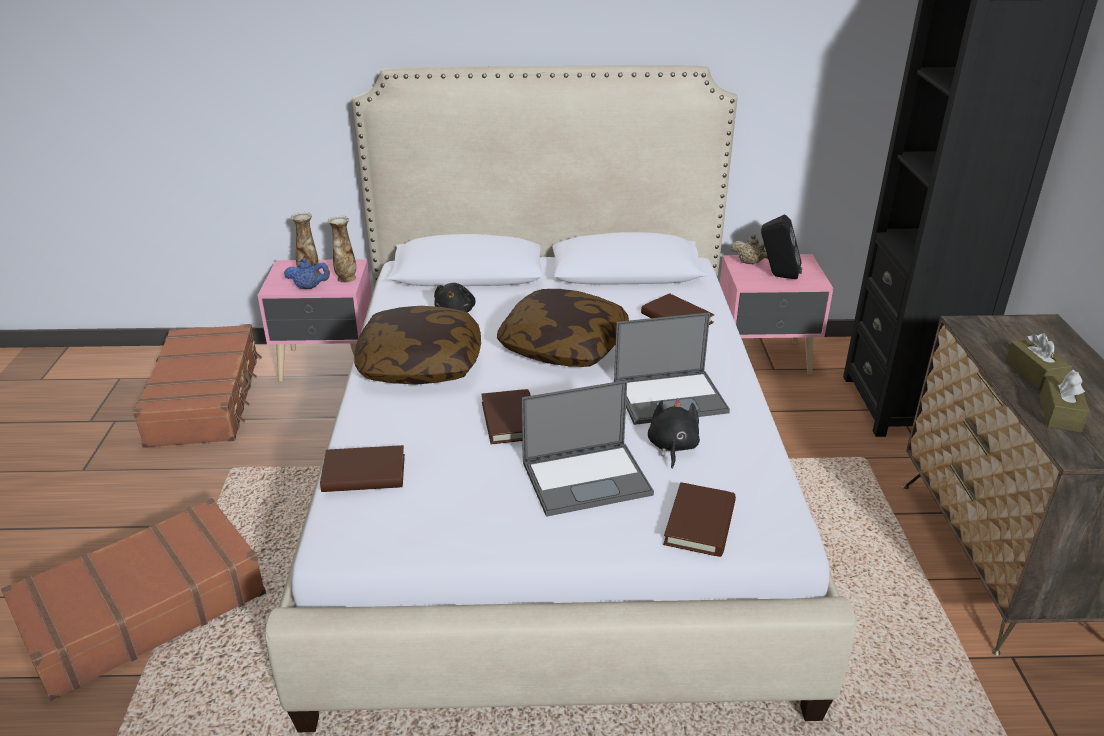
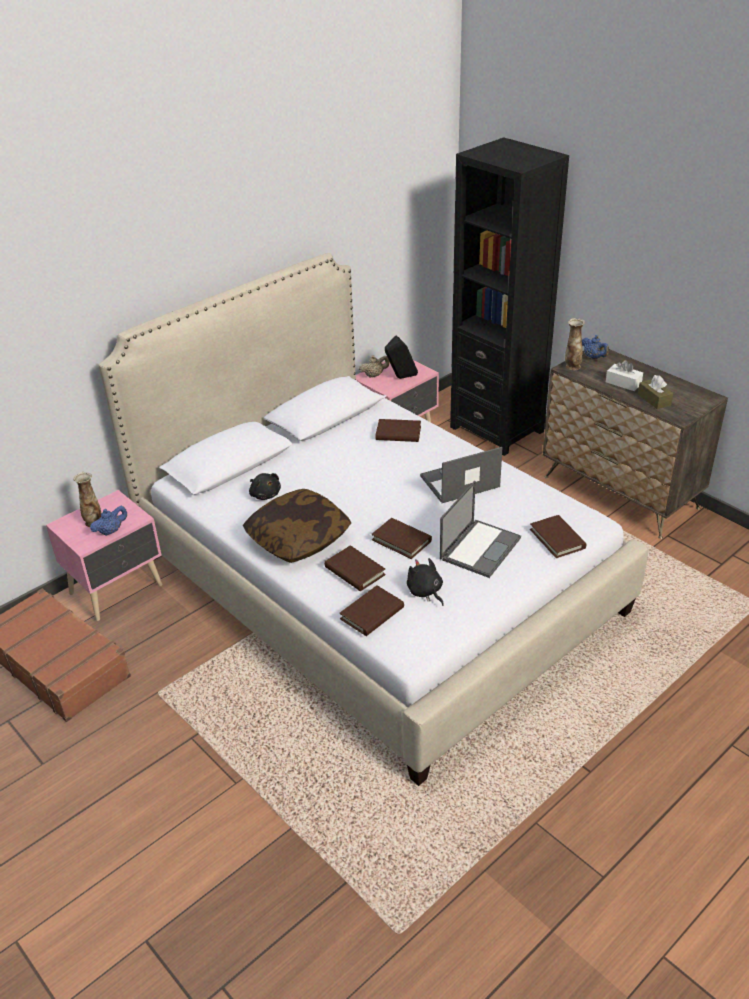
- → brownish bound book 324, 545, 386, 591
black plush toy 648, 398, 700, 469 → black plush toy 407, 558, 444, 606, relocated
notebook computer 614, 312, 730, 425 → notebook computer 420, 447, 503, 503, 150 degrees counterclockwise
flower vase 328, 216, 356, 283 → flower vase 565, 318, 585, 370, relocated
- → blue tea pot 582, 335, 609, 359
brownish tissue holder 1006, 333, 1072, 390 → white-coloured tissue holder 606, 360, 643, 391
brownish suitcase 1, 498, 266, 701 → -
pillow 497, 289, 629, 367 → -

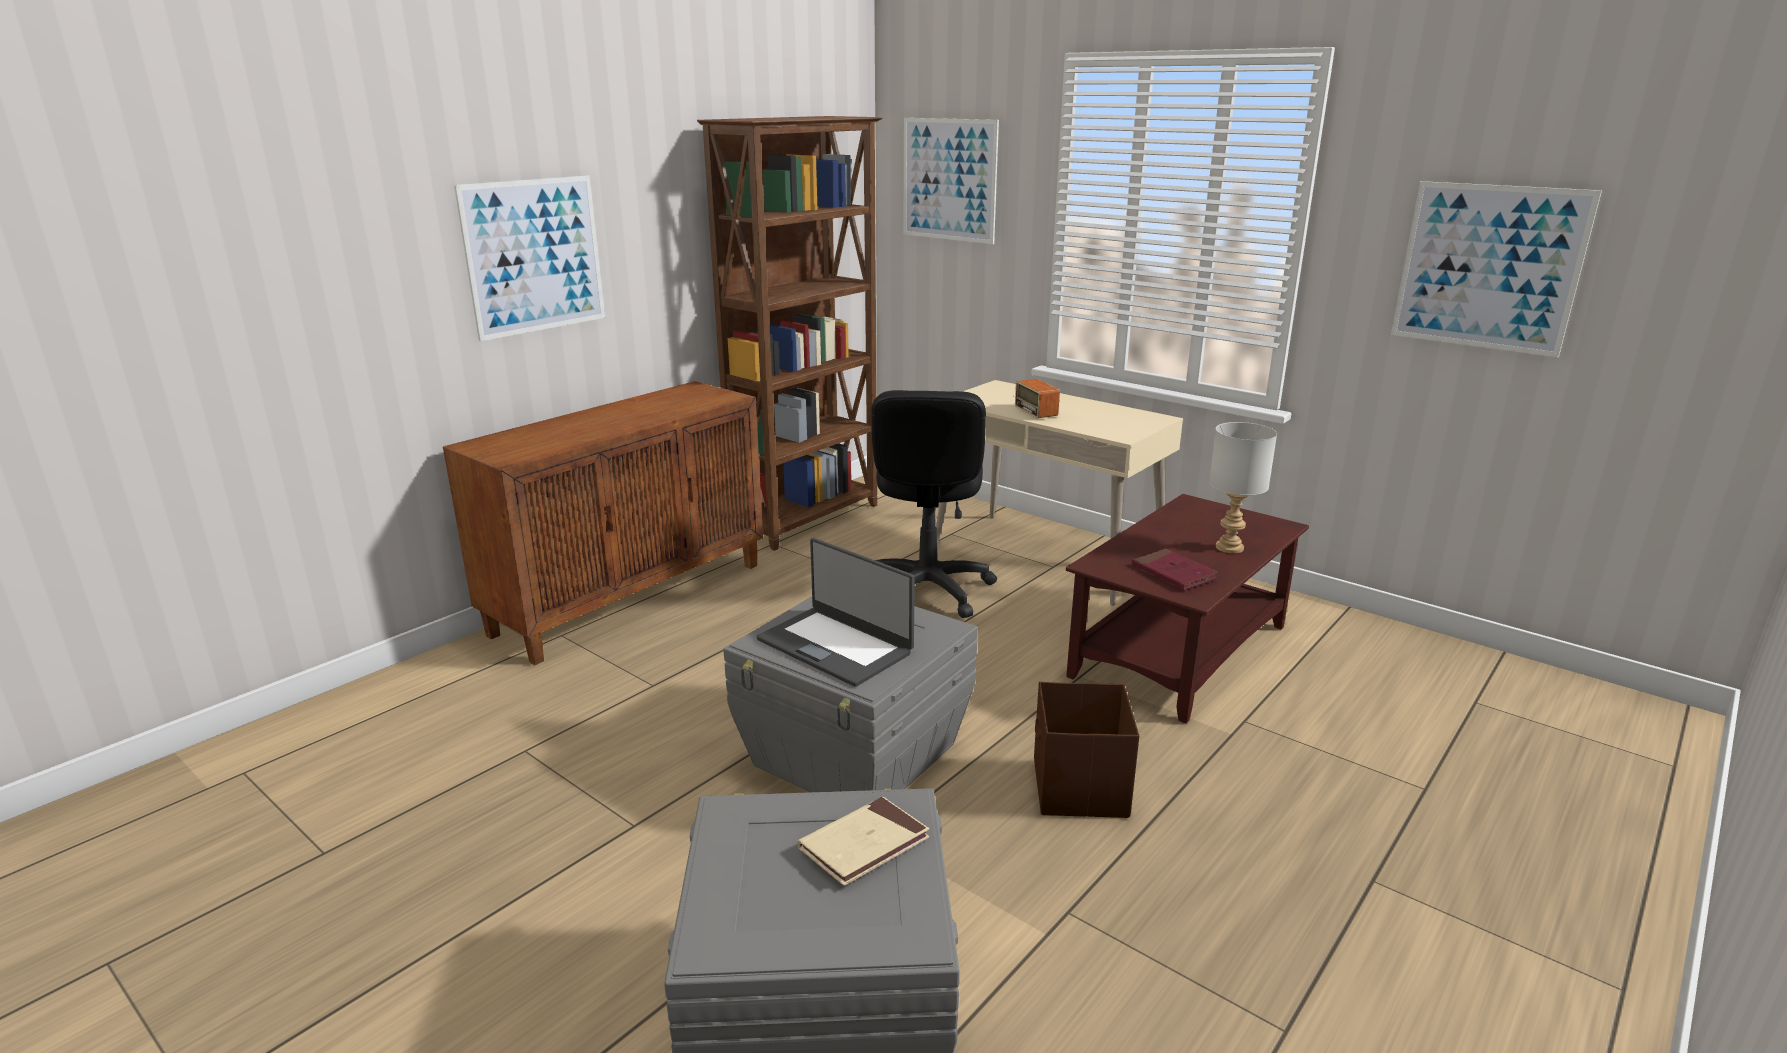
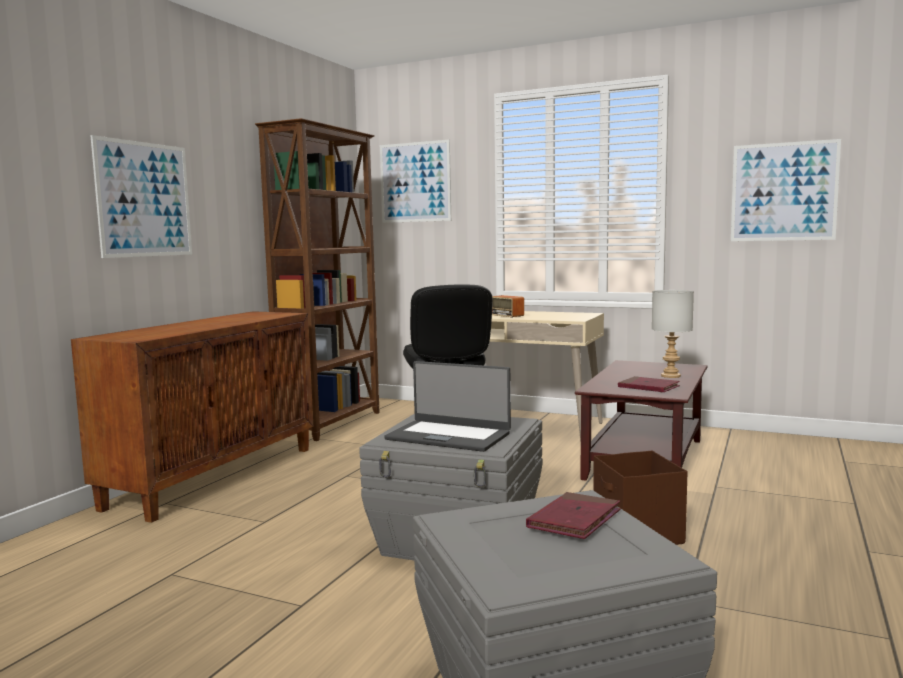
beige-coloured bound book 798, 797, 929, 886 → red-coloured bound book 526, 492, 621, 539

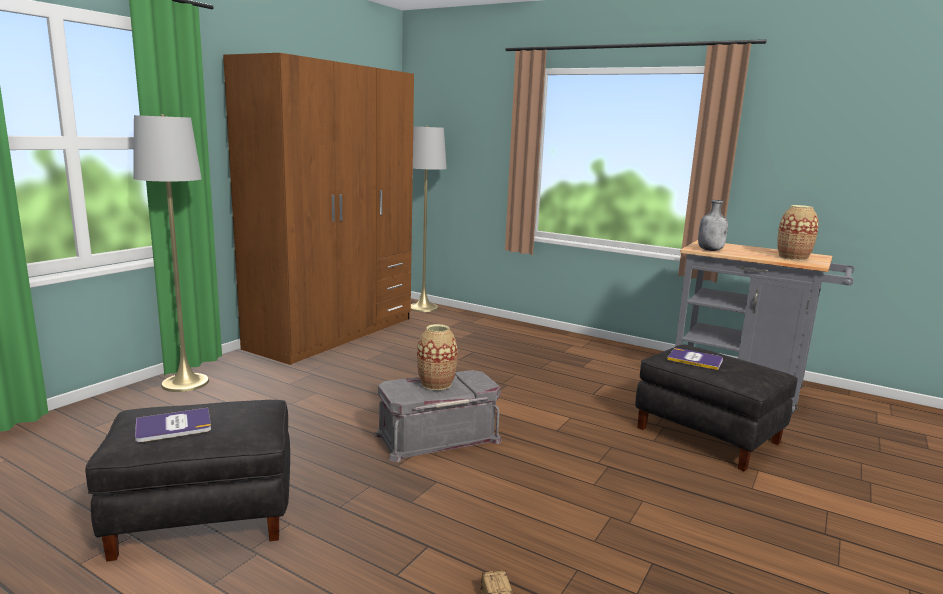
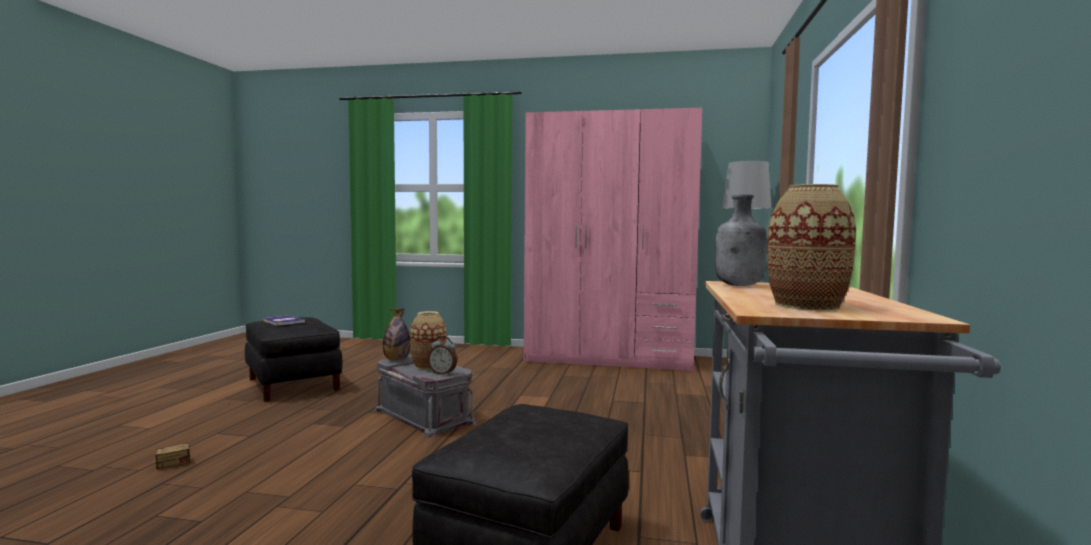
- → drink bottle 383, 309, 410, 361
- → bedside clock 428, 336, 457, 375
brownish armoire 223, 53, 414, 365 → pink armoire 524, 108, 702, 371
grey standing lamp 133, 114, 209, 392 → -
bound book 667, 348, 723, 370 → -

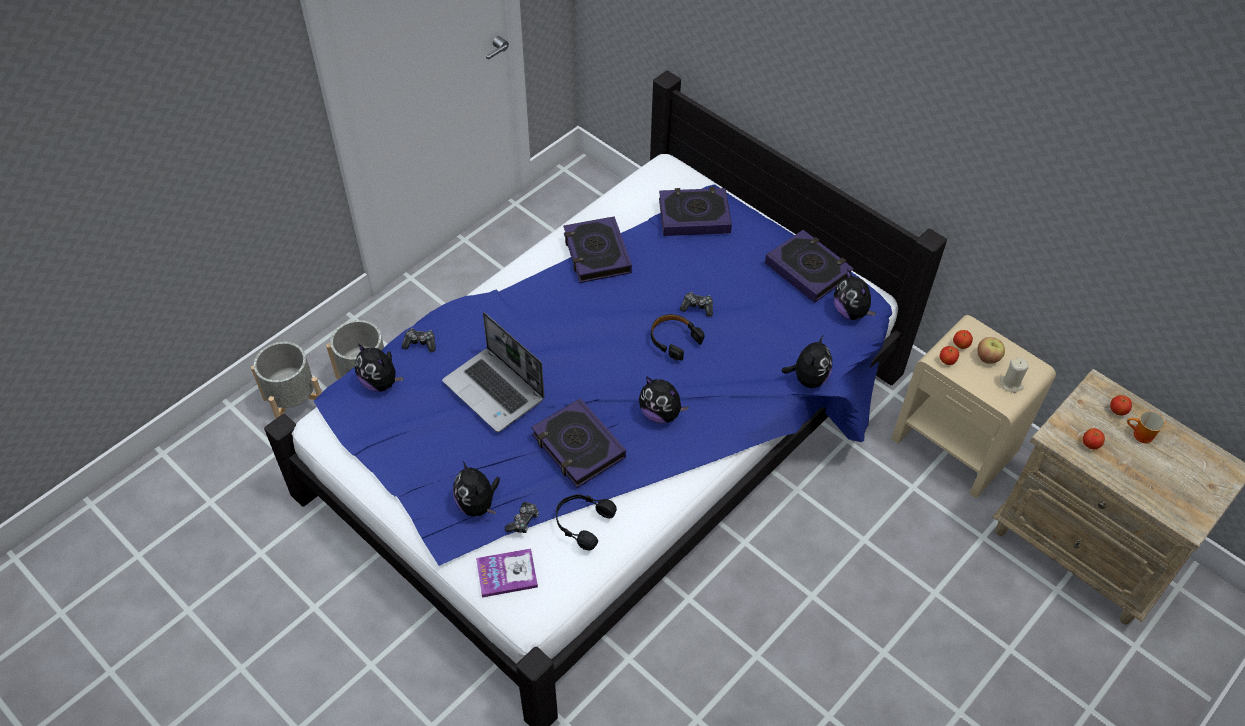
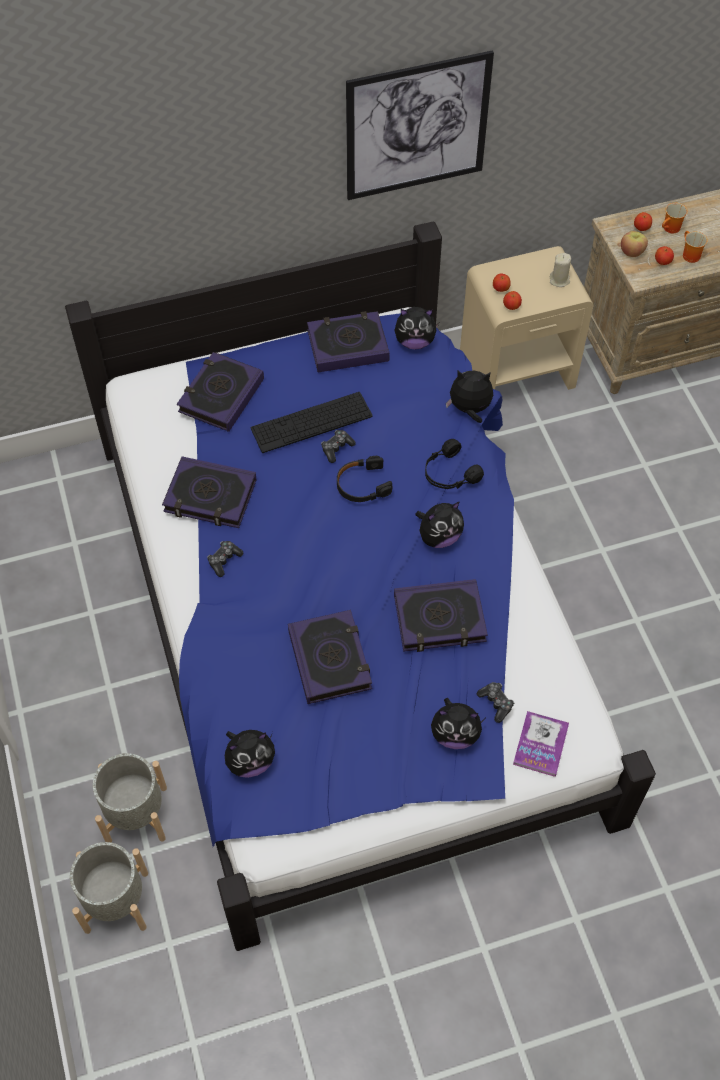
game controller 402, 328, 436, 352 → game controller 207, 541, 244, 577, relocated
- → PC keyboard 250, 392, 373, 453
notebook computer 442, 312, 545, 432 → bound book 288, 610, 372, 704
- → wall art 346, 50, 494, 200
black headphones 556, 494, 617, 550 → black headphones 425, 439, 484, 489, relocated
plush toy 781, 335, 832, 388 → plush toy 446, 371, 493, 423, 45 degrees counterclockwise
apple fruit 977, 337, 1005, 364 → apple fruit 621, 231, 648, 257, relocated
- → tea mug 683, 231, 708, 263

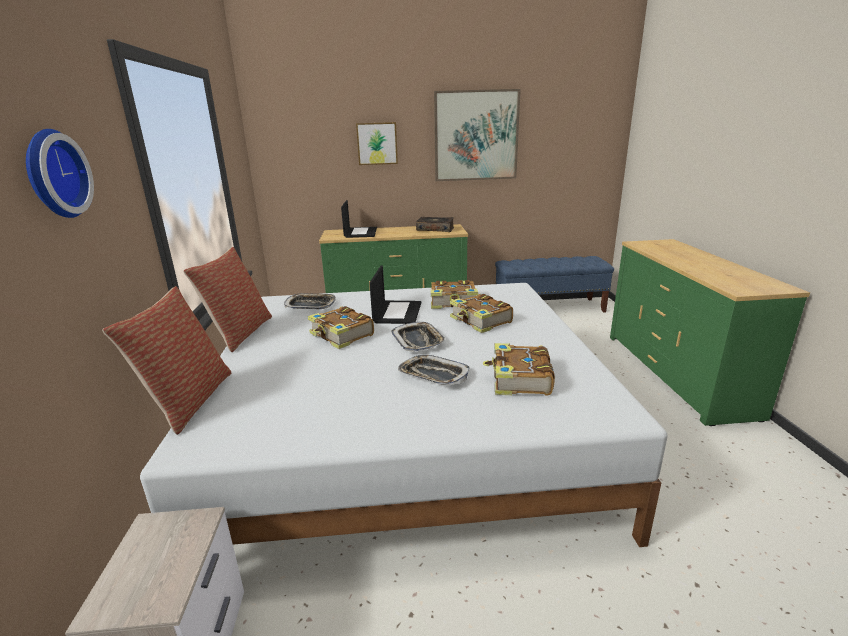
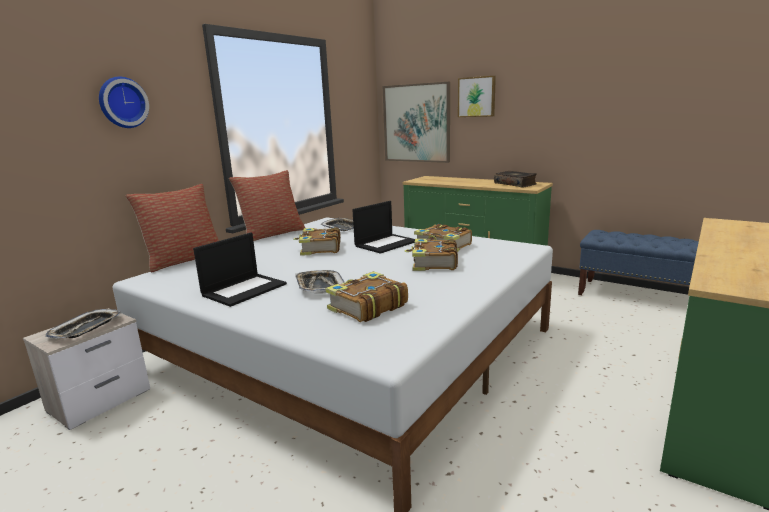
tray 391, 322, 446, 352 → tray 45, 309, 121, 339, relocated
notebook computer 341, 200, 377, 238 → notebook computer 193, 232, 287, 307, relocated
wall art 434, 89, 521, 181 → wall art 383, 82, 450, 163, relocated

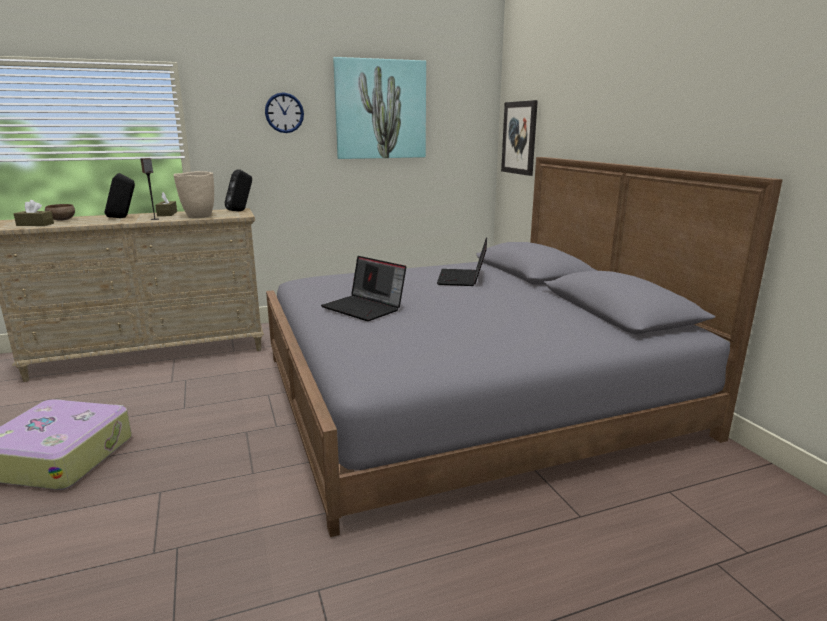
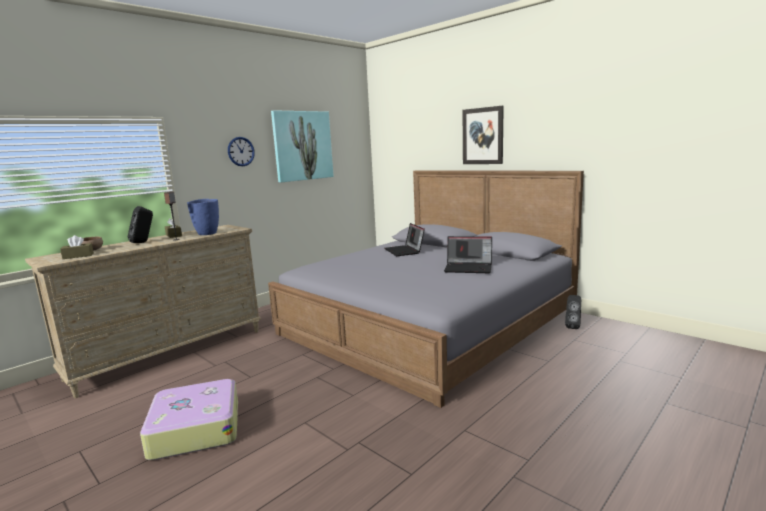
beige-coloured flower vase 174, 171, 214, 218 → blue flower vase 187, 199, 219, 235
notebook computer 321, 256, 406, 321 → notebook computer 444, 236, 492, 273, relocated
wall art 501, 100, 538, 176 → wall art 463, 106, 504, 164, relocated
black loudspeaker 224, 169, 252, 211 → black loudspeaker 565, 295, 581, 329, relocated

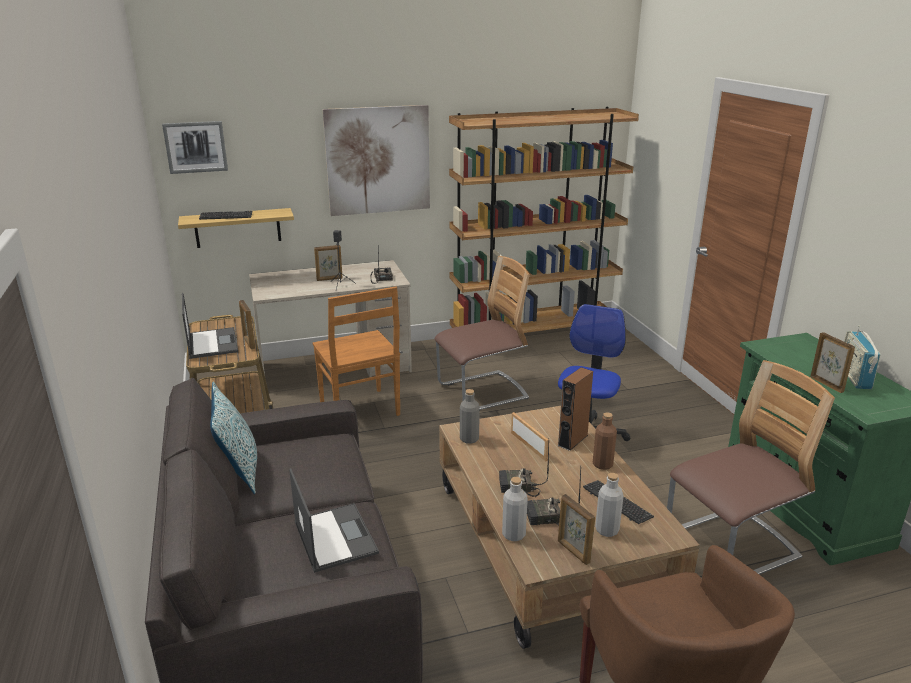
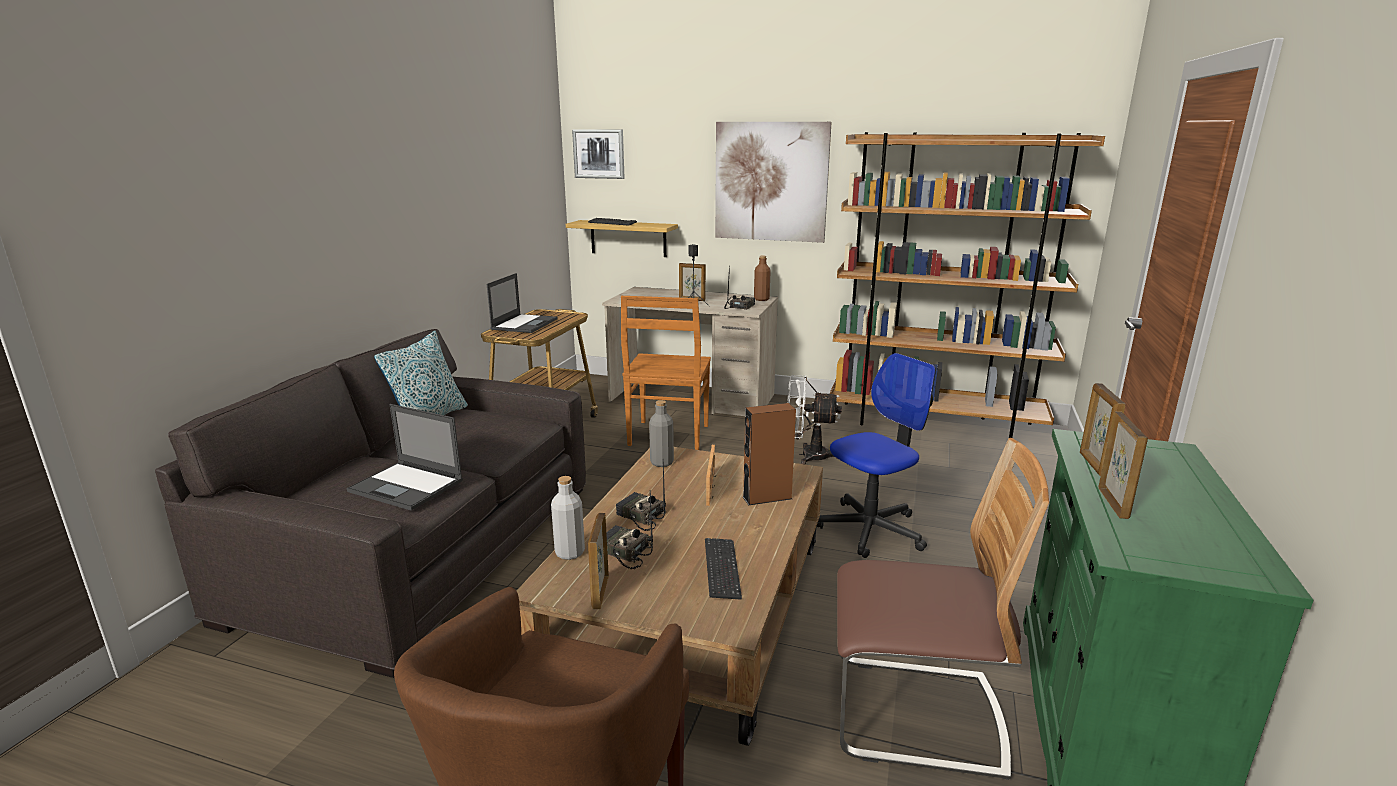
notebook computer 289, 468, 379, 573 → notebook computer 346, 404, 463, 511, 105 degrees clockwise
brownish drink bottle 593, 412, 617, 470 → brownish drink bottle 754, 255, 771, 301, relocated
upright chair 435, 256, 530, 410 → white-coloured electric fan 788, 375, 842, 464
photo frame 239, 300, 255, 349 → photo frame 1080, 383, 1125, 477, relocated
grey drink bottle 595, 473, 624, 537 → -
radio receiver 844, 325, 880, 389 → -

